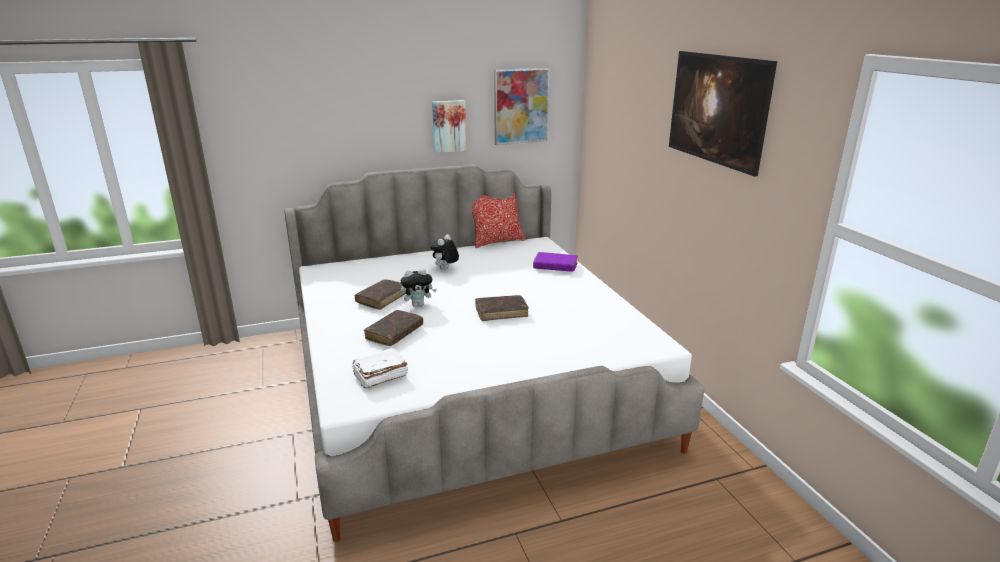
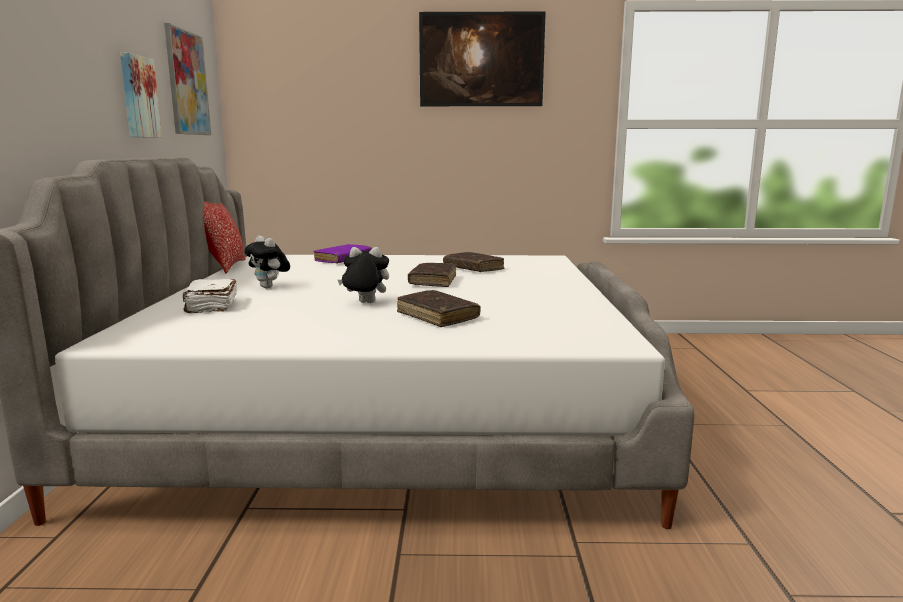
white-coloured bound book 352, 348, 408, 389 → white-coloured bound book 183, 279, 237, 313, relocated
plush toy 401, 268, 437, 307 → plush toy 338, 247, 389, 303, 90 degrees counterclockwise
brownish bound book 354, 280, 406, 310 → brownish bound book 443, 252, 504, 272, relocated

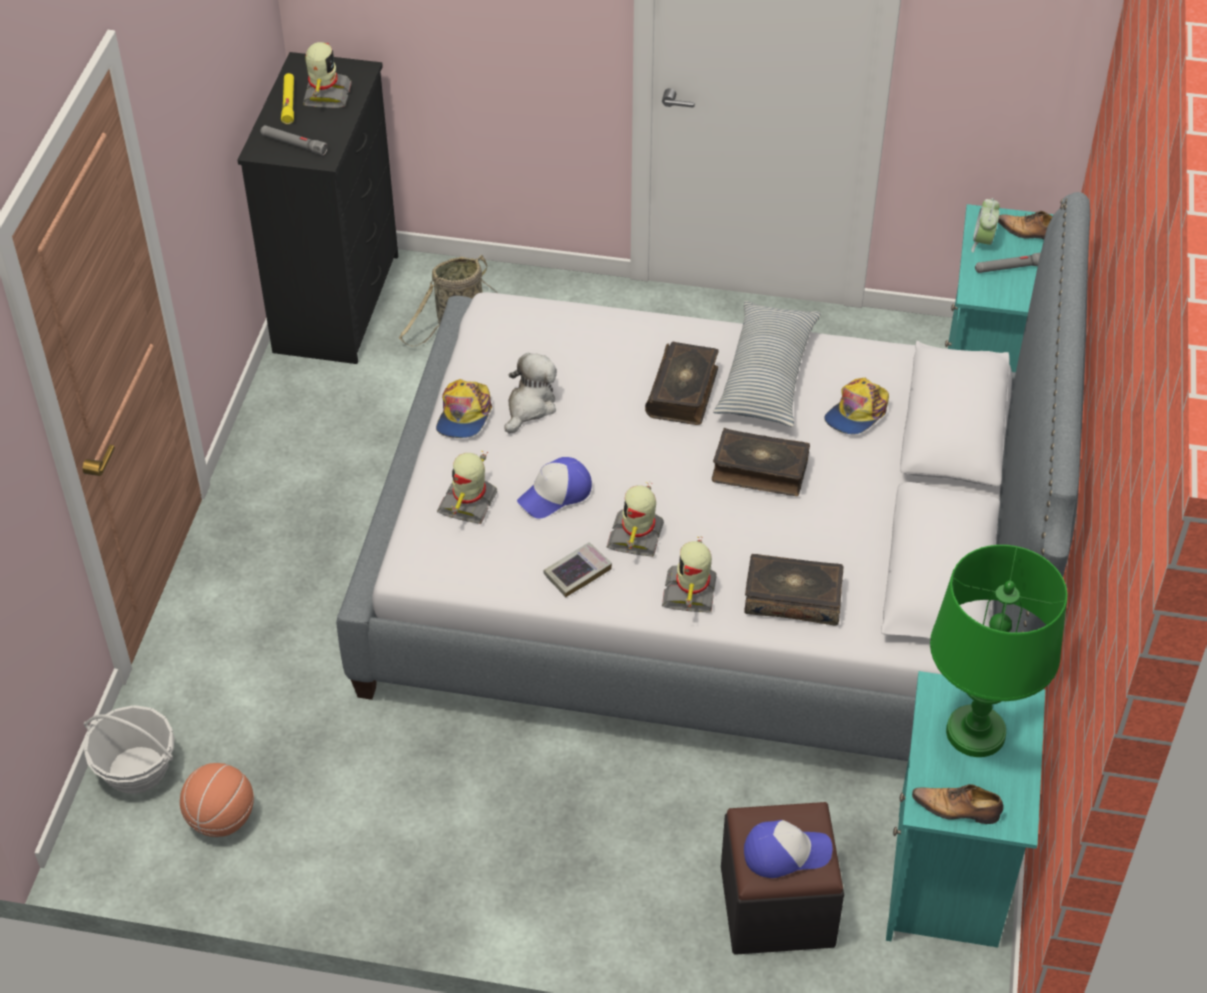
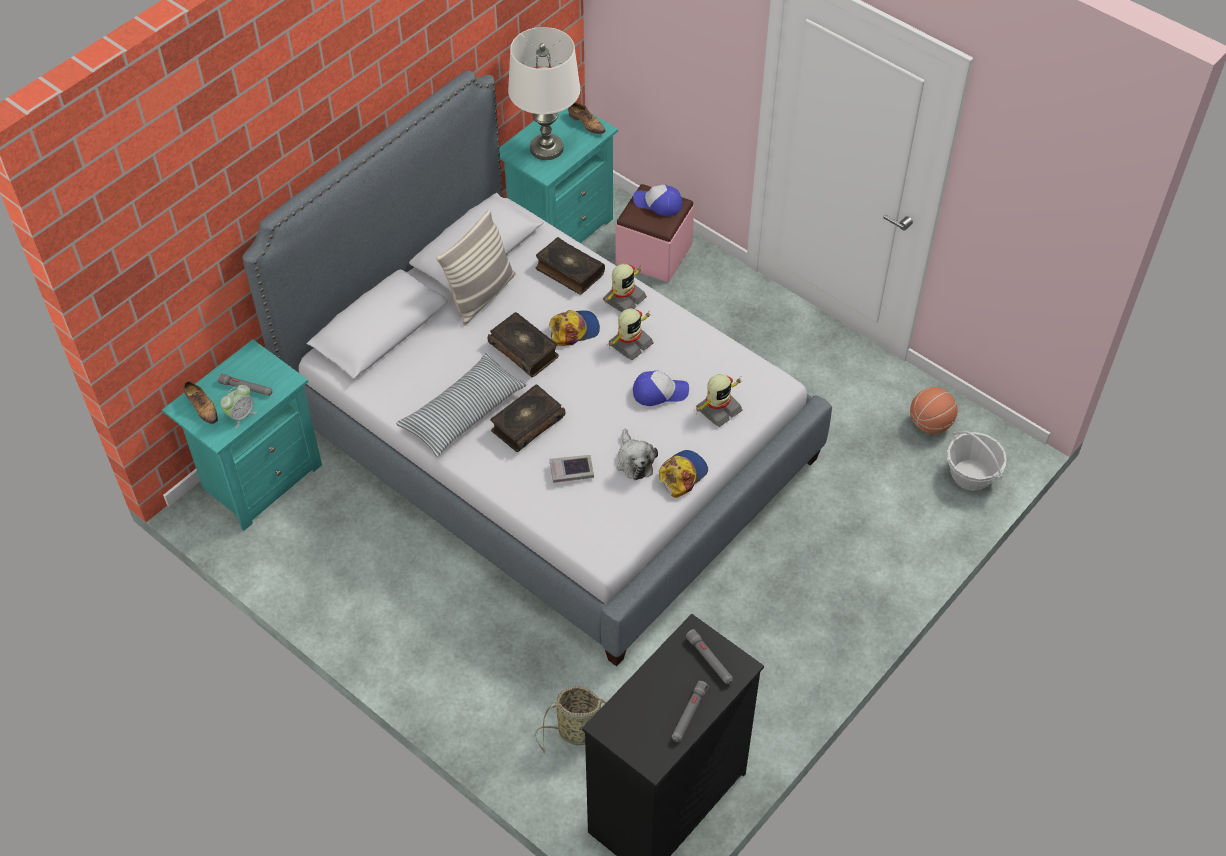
- → pillow 436, 209, 516, 326
green-coloured table lamp 930, 545, 1067, 757 → white-coloured table lamp 508, 27, 580, 160
peaked cap 824, 378, 889, 435 → peaked cap 549, 310, 600, 346, relocated
bound book 544, 542, 612, 597 → bound book 550, 455, 594, 483, relocated
black footrest 721, 802, 844, 955 → pink footrest 616, 184, 694, 282
plush toy 504, 353, 557, 434 → plush toy 617, 429, 658, 480, 75 degrees counterclockwise
yellow flashlight 281, 73, 294, 124 → grey flashlight 672, 681, 709, 742
toy robot 303, 42, 352, 108 → -

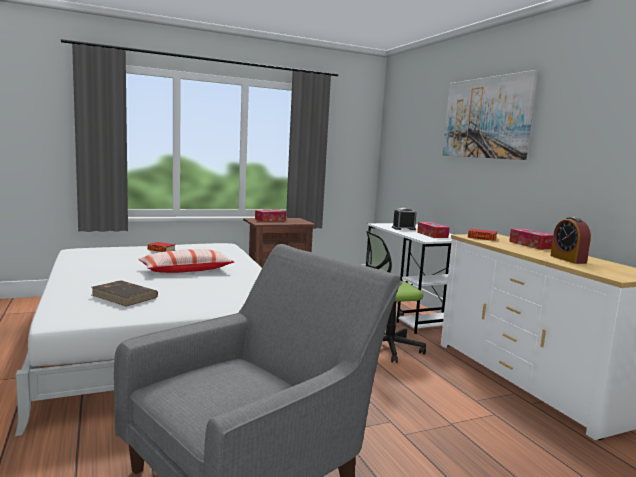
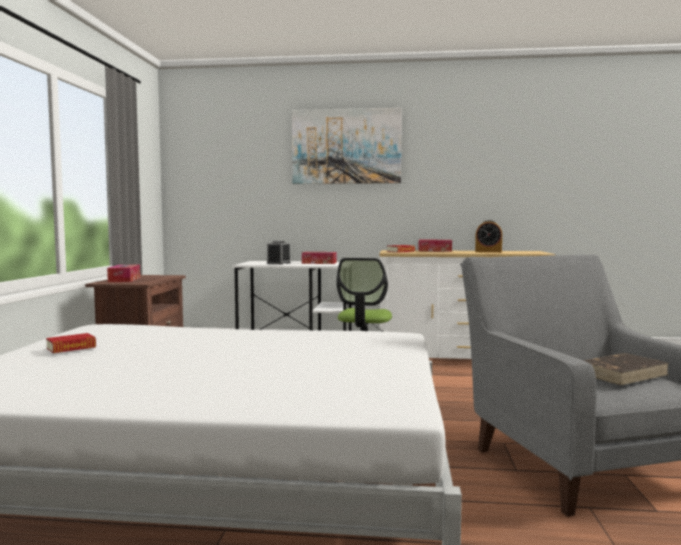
brownish bound book 92, 280, 158, 306 → brownish bound book 583, 353, 669, 385, relocated
pillow 139, 249, 234, 273 → -

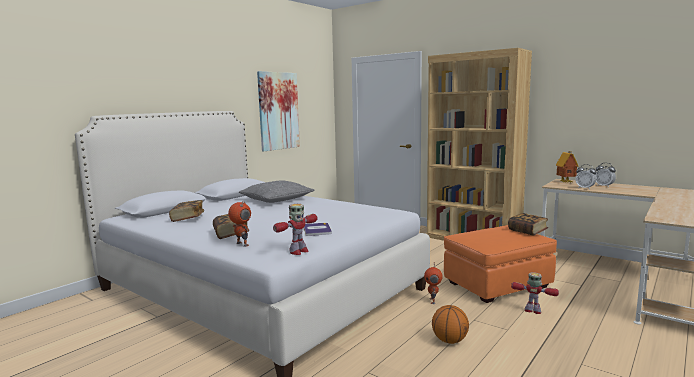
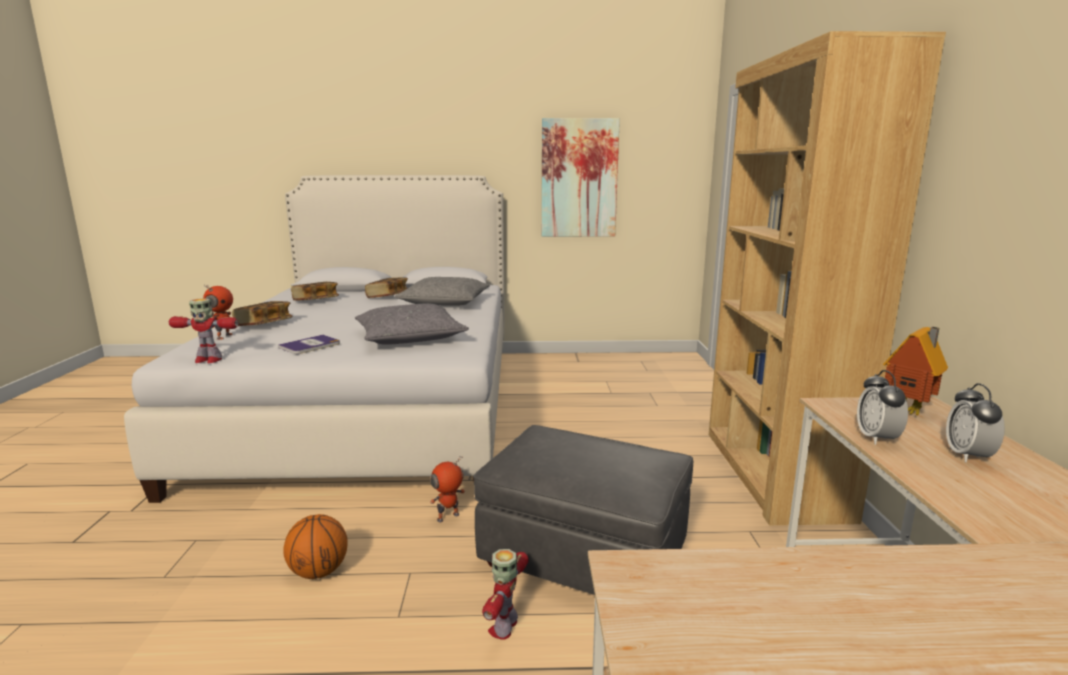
- → grey pillow 355, 304, 469, 345
bound book 508, 213, 548, 235 → bound book 365, 277, 408, 298, relocated
orange-coloured footrest 444, 225, 557, 303 → grey footrest 473, 425, 693, 595
toy robot 511, 272, 559, 314 → toy robot 482, 549, 529, 640, 150 degrees counterclockwise

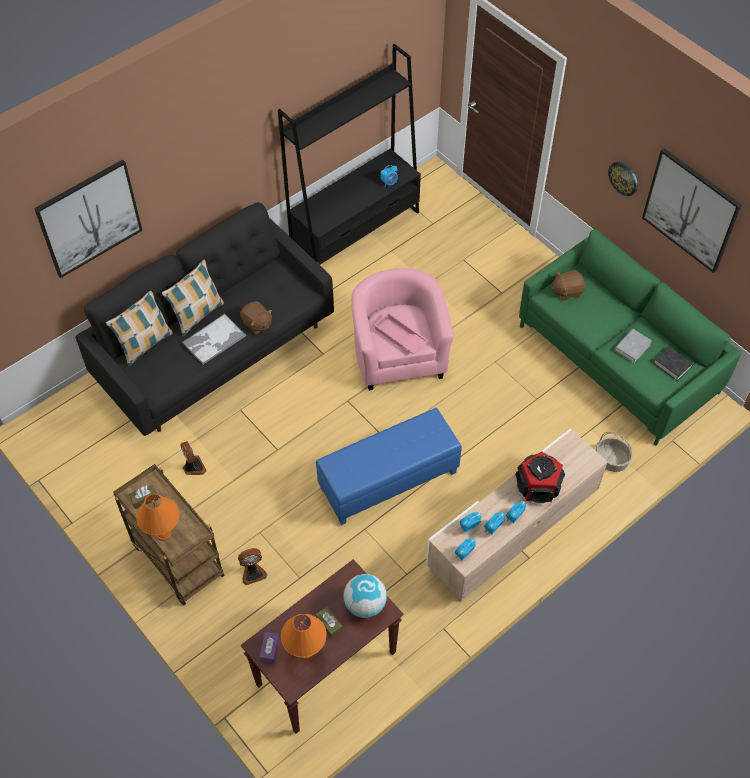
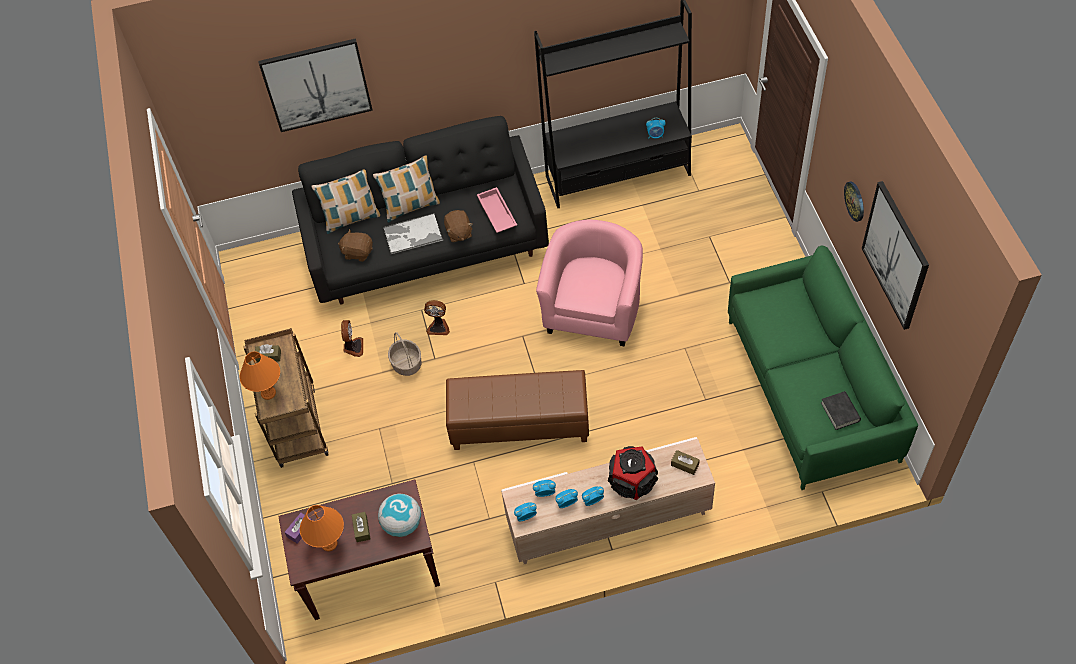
brownish plush toy 551, 270, 586, 300 → brownish plush toy 338, 229, 373, 262, relocated
basket 596, 432, 632, 472 → basket 388, 332, 422, 376, relocated
electric fan 238, 548, 267, 585 → electric fan 424, 300, 450, 335, relocated
blue footrest 316, 408, 462, 525 → brownish footrest 446, 370, 589, 450
pink tray 374, 312, 429, 354 → pink tray 477, 187, 517, 233, relocated
- → brownish tissue holder 671, 450, 700, 475
grey bound book 614, 329, 652, 363 → -

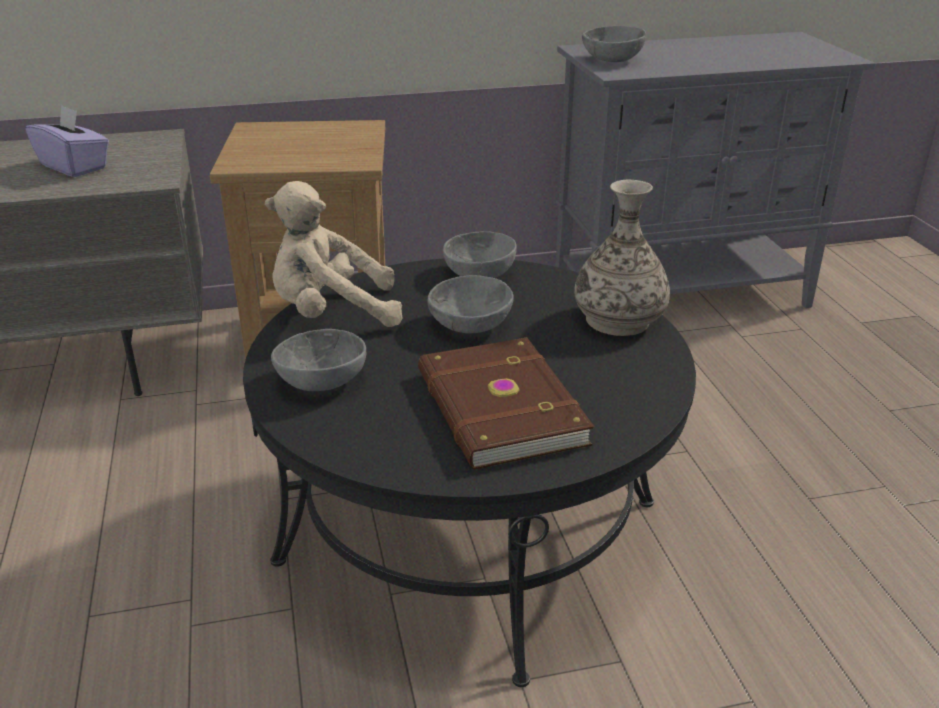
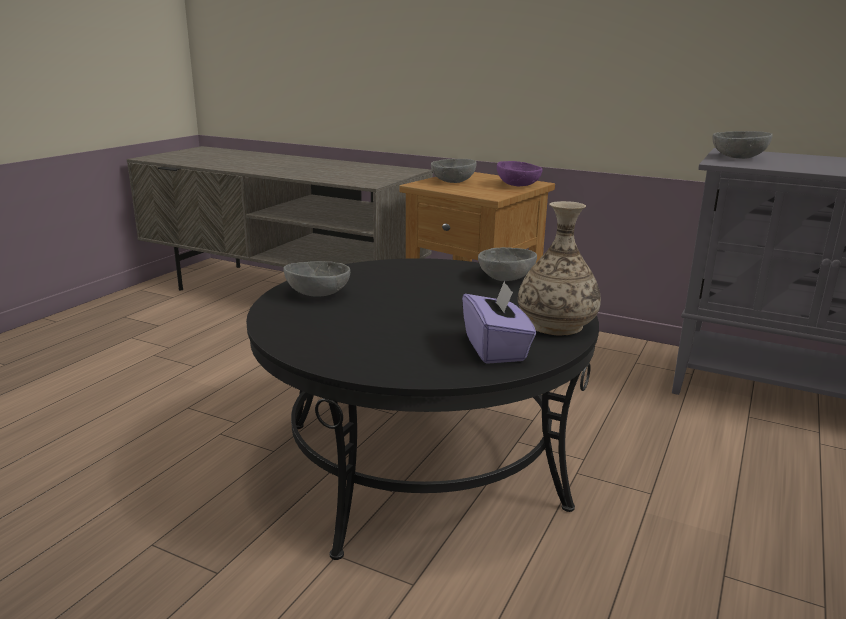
grey deep dish 427, 275, 514, 334 → grey deep dish 431, 159, 477, 183, relocated
purple tissue holder 25, 105, 109, 177 → purple tissue holder 462, 280, 536, 364, relocated
- → purple deep dish 497, 161, 543, 186
beige-coloured plush toy 265, 181, 403, 327 → -
brownish bound book 418, 338, 594, 470 → -

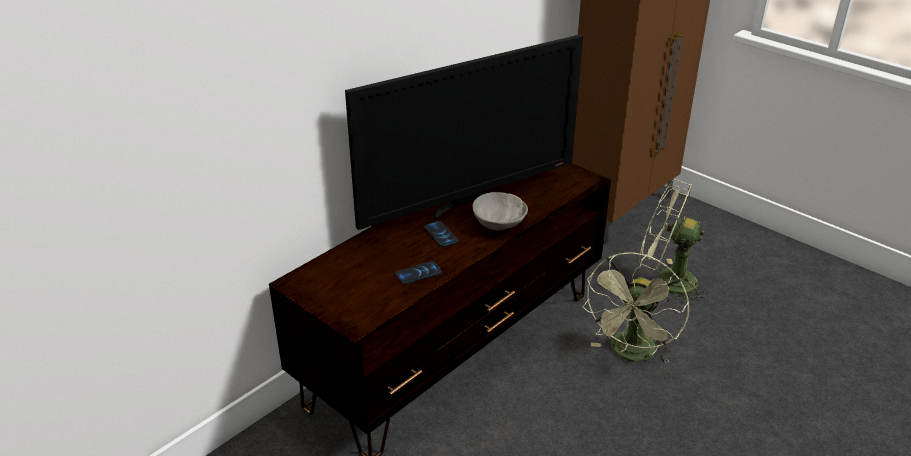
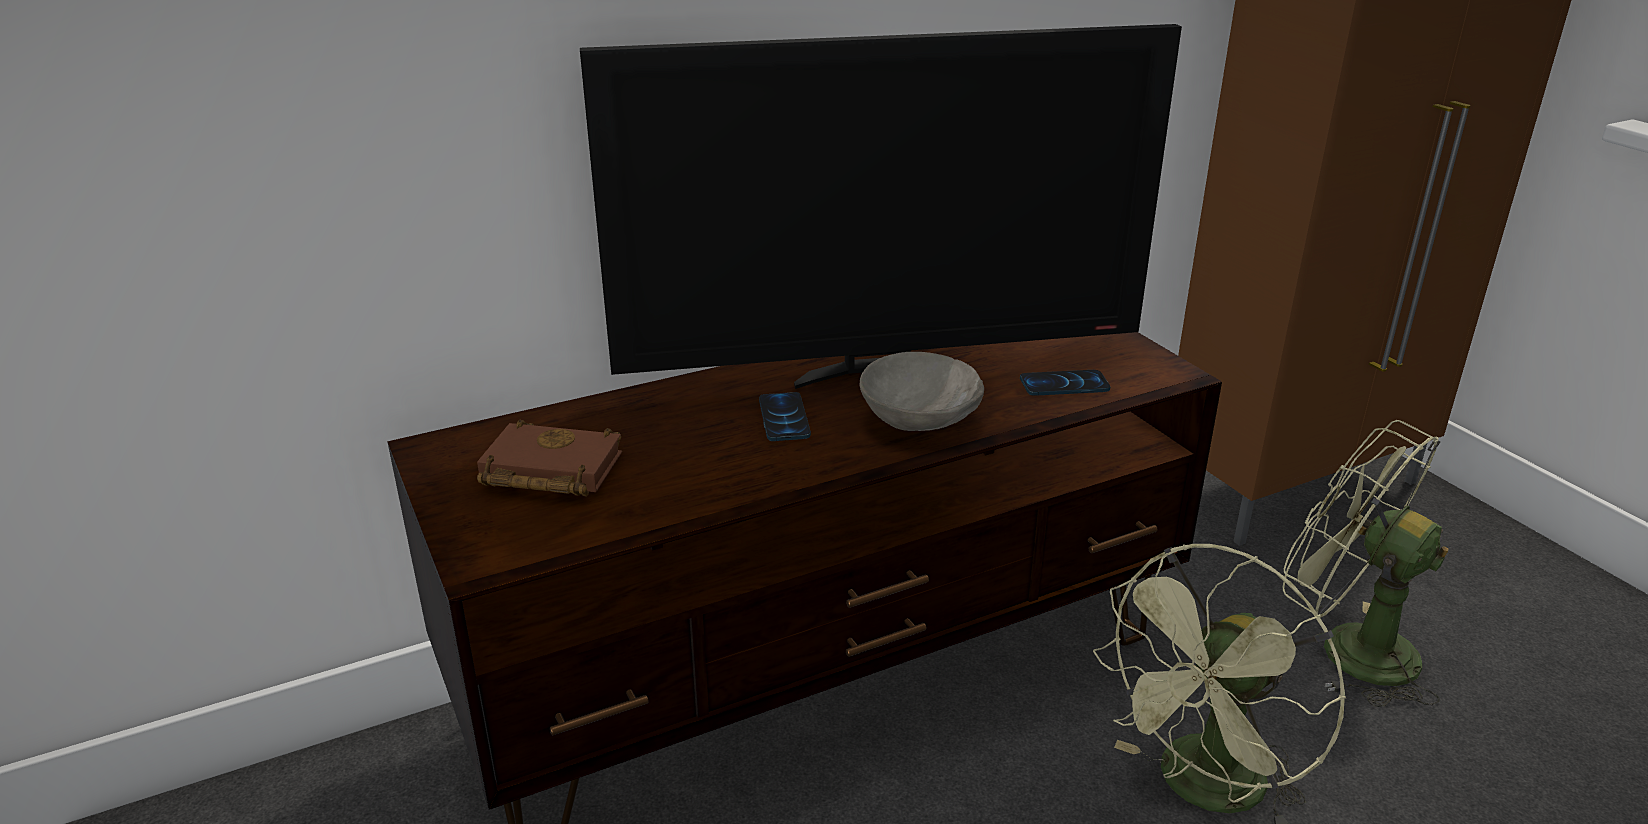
- → brownish bound book 477, 420, 622, 496
phone 396, 261, 442, 284 → phone 1020, 370, 1110, 396, relocated

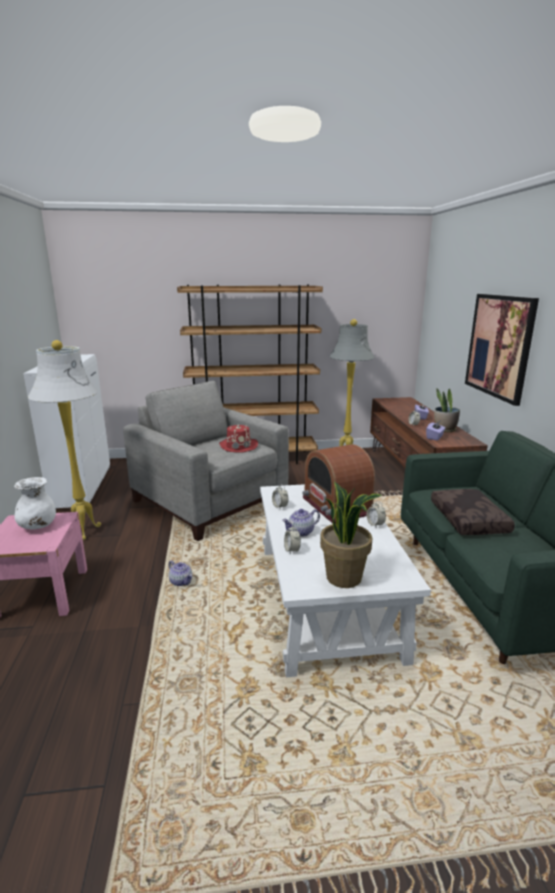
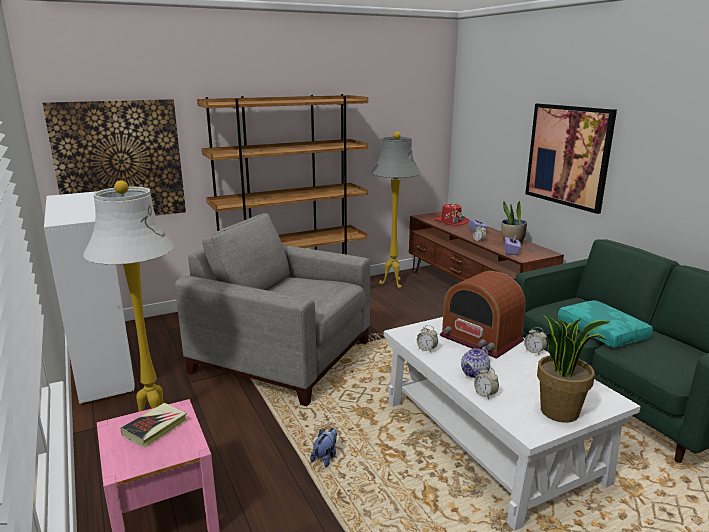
- → wall art 42, 99, 186, 216
white-coloured flower vase 14, 477, 56, 529 → bound book 121, 403, 188, 448
tea pot 169, 561, 192, 586 → plush toy 310, 428, 337, 467
red-coloured wearable hat 219, 424, 258, 453 → red-coloured wearable hat 435, 202, 468, 225, relocated
brownish pillow 431, 489, 515, 535 → turquoise pillow 558, 300, 653, 347

